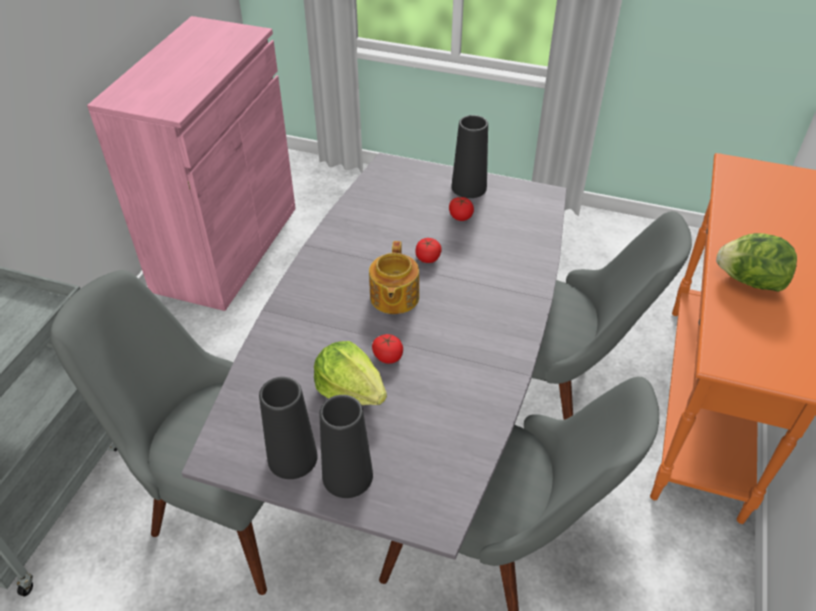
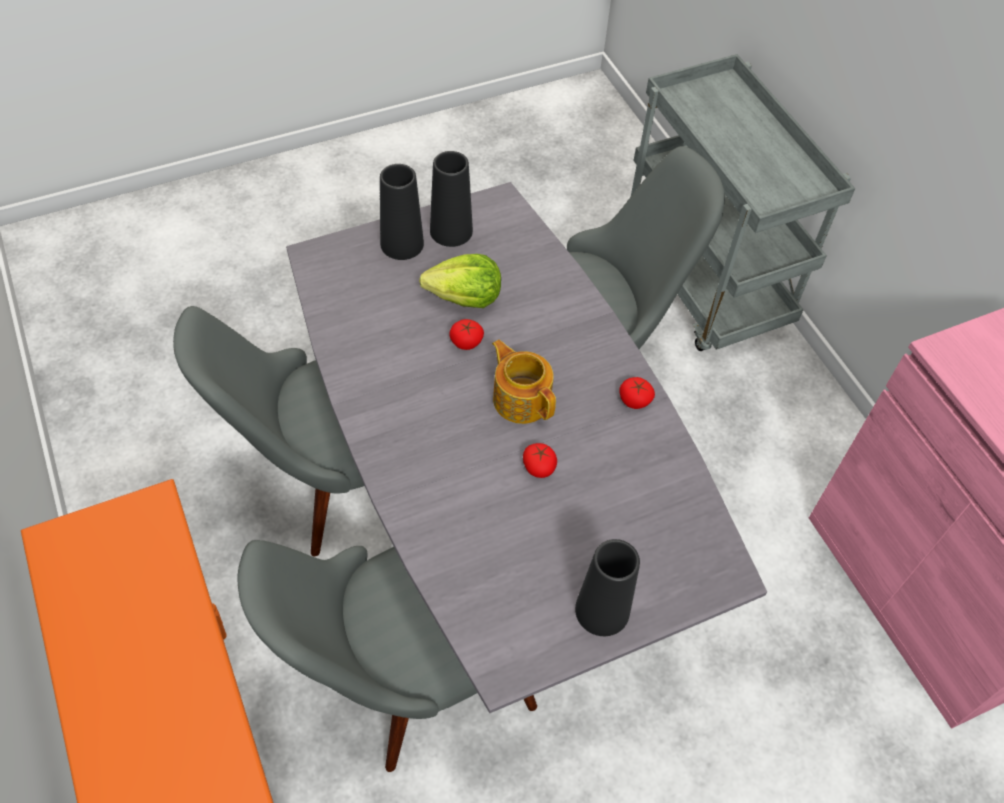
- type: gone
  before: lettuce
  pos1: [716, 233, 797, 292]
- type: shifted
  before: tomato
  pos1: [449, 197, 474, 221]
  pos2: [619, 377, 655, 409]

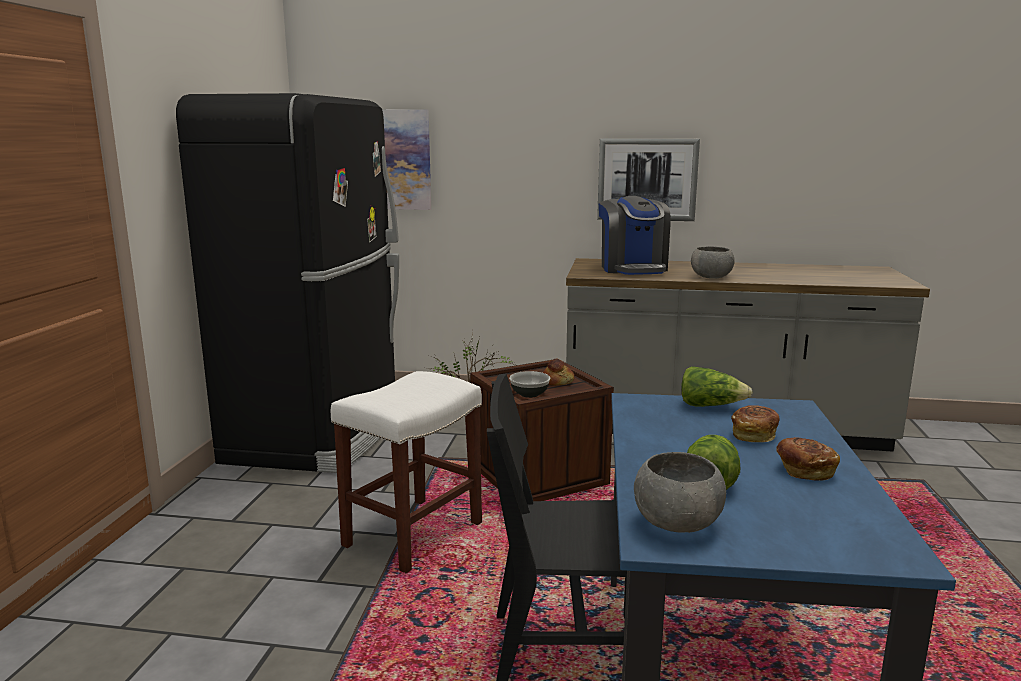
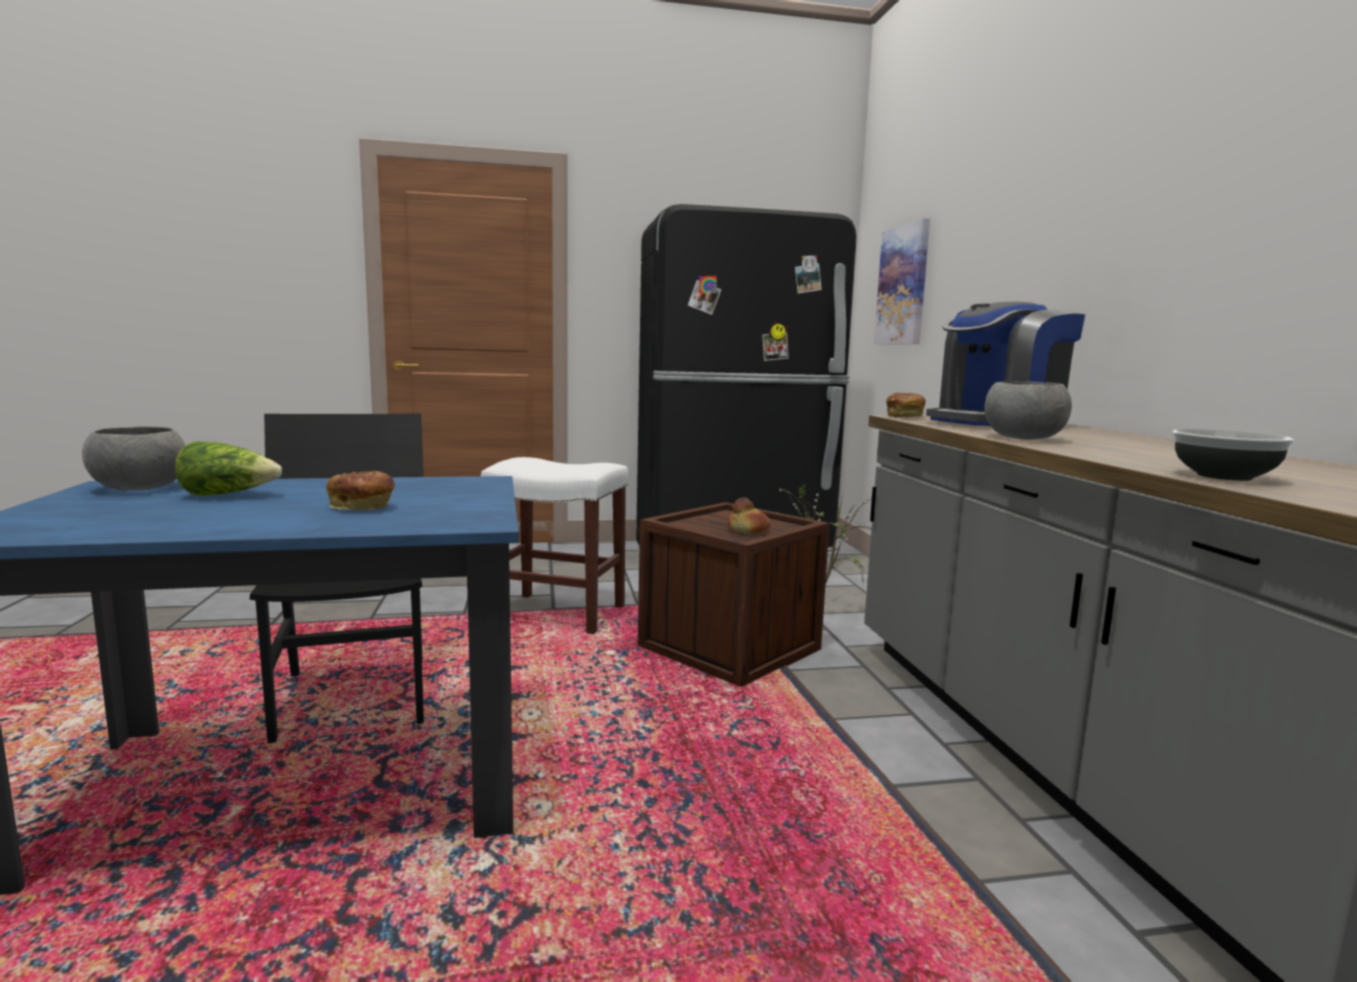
- type: gone
  before: picture
  pos1: [597, 139, 700, 221]
- type: gone
  before: lettuce
  pos1: [681, 366, 753, 407]
- type: shifted
  before: bowl
  pos1: [509, 371, 551, 398]
  pos2: [1173, 429, 1294, 481]
- type: shifted
  before: bread
  pos1: [776, 437, 840, 480]
  pos2: [886, 392, 926, 417]

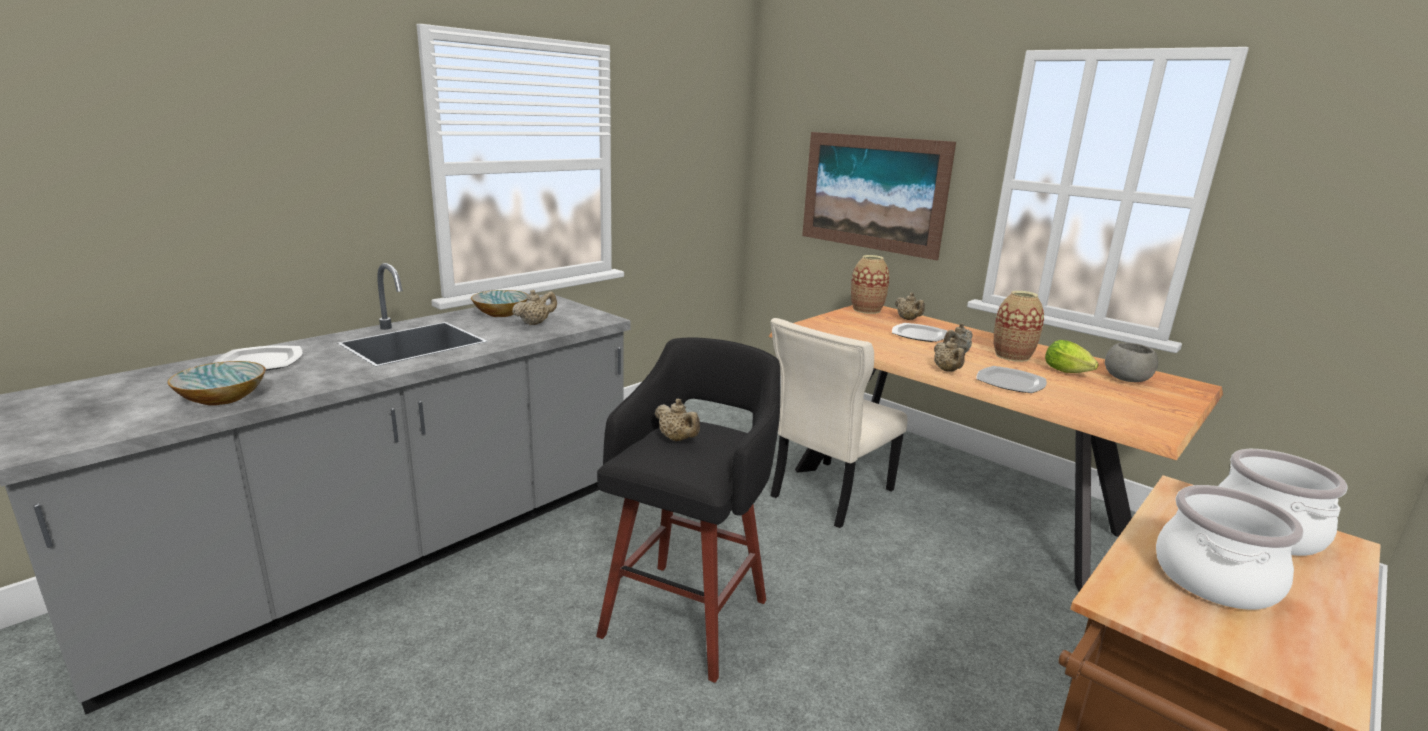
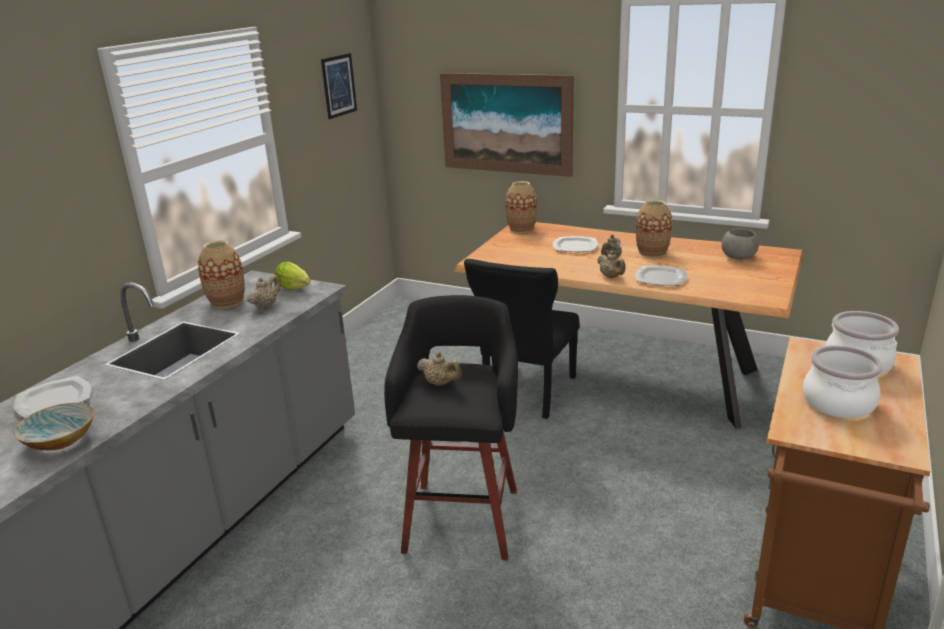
- type: gone
  before: beige teapot
  pos1: [895, 292, 925, 320]
- type: new
  after: picture
  pos2: [321, 53, 357, 119]
- type: shifted
  before: lettuce
  pos1: [1045, 340, 1099, 373]
  pos2: [274, 262, 311, 290]
- type: swapped
  before: bowl
  after: vase
  pos1: [471, 290, 528, 317]
  pos2: [198, 240, 245, 308]
- type: repainted
  before: beige chair
  after: black chair
  pos1: [770, 318, 907, 528]
  pos2: [464, 259, 580, 419]

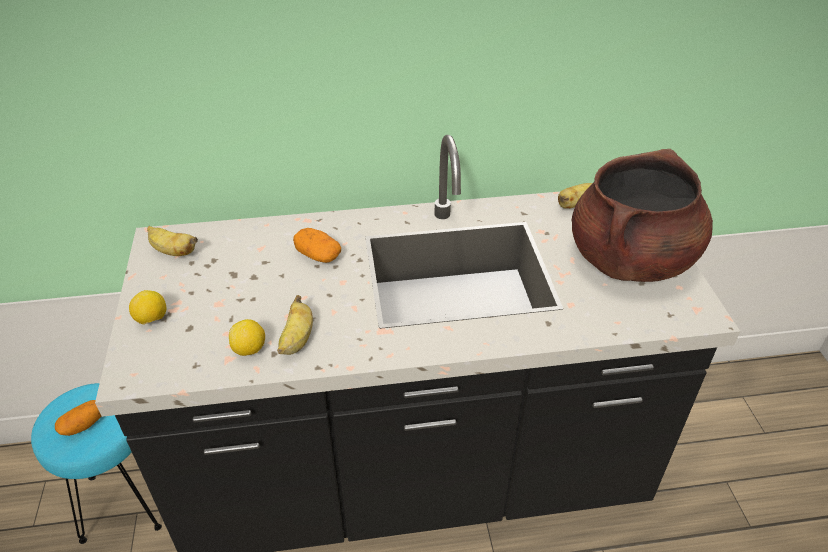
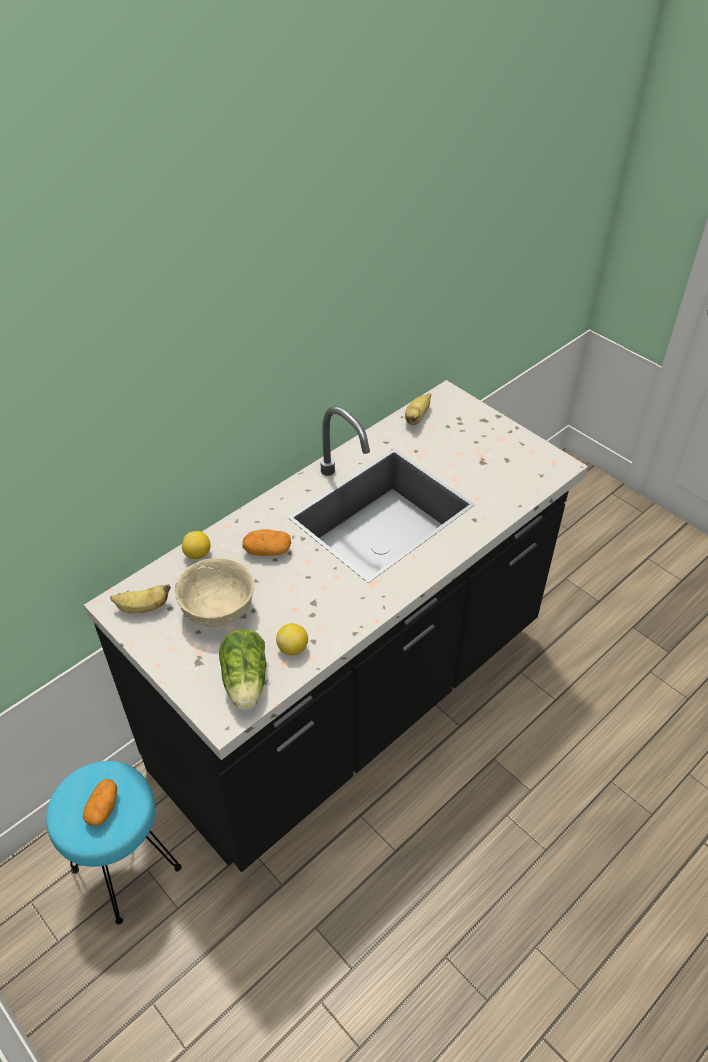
- type: gone
  before: banana
  pos1: [277, 295, 313, 355]
- type: gone
  before: brown cooking pot
  pos1: [571, 149, 713, 282]
- type: new
  after: beige bowl
  pos2: [175, 558, 254, 627]
- type: new
  after: lettuce
  pos2: [219, 629, 266, 710]
- type: shifted
  before: lemon
  pos1: [129, 290, 166, 325]
  pos2: [182, 531, 211, 559]

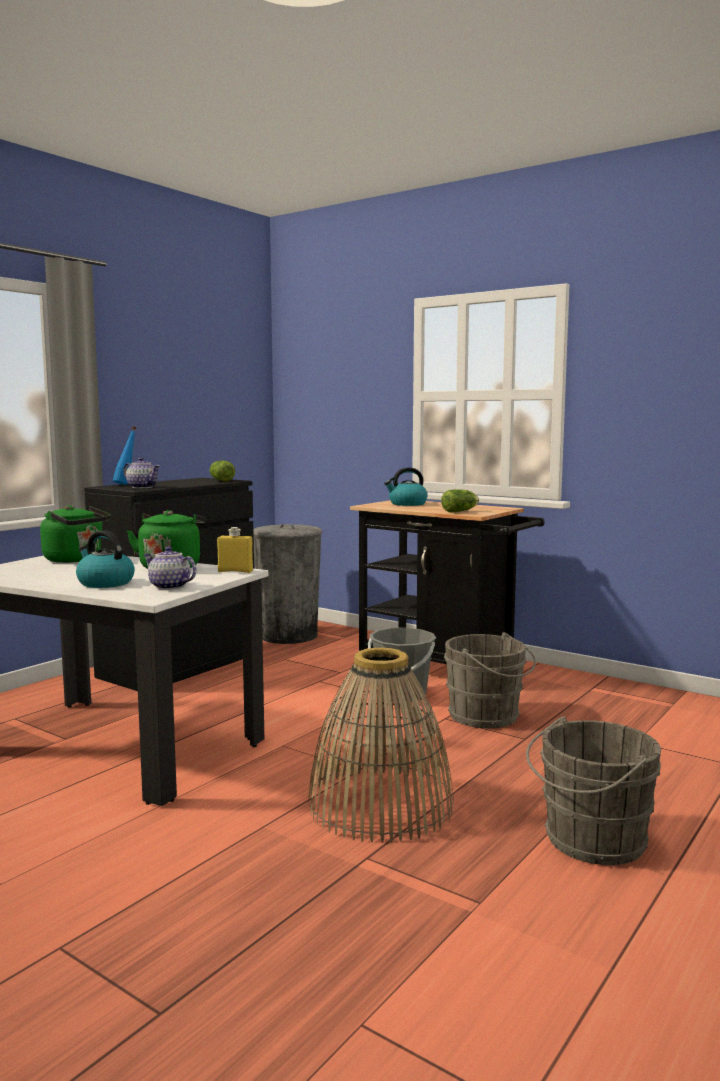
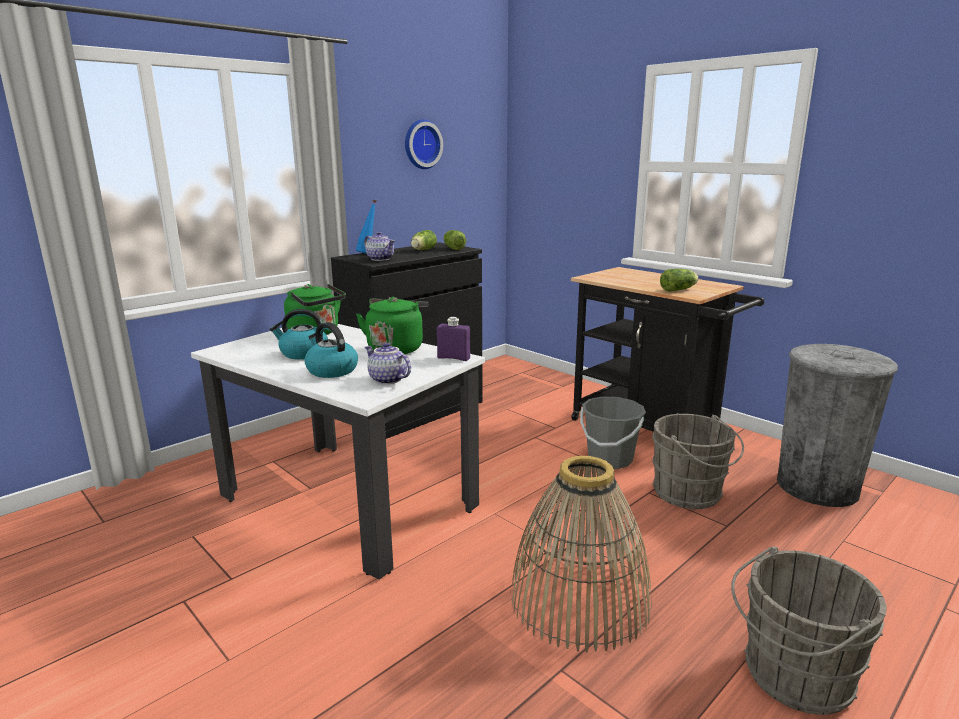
- type: new
  after: wall clock
  pos2: [405, 119, 443, 169]
- type: new
  after: lettuce
  pos2: [411, 230, 437, 250]
- type: shifted
  before: grey trash can
  pos1: [253, 524, 323, 644]
  pos2: [777, 344, 898, 507]
- type: shifted
  before: kettle
  pos1: [384, 467, 428, 506]
  pos2: [270, 309, 328, 360]
- type: repainted
  before: yellow bottle
  after: purple bottle
  pos1: [217, 527, 253, 573]
  pos2: [437, 317, 470, 361]

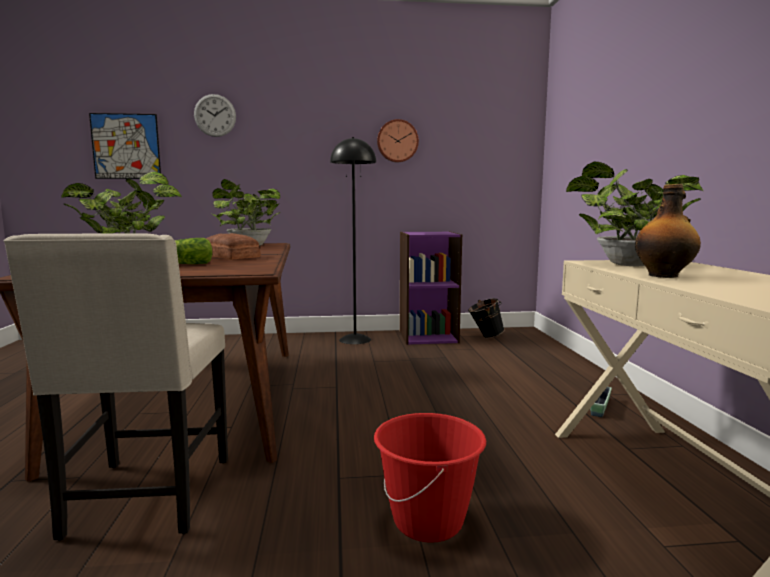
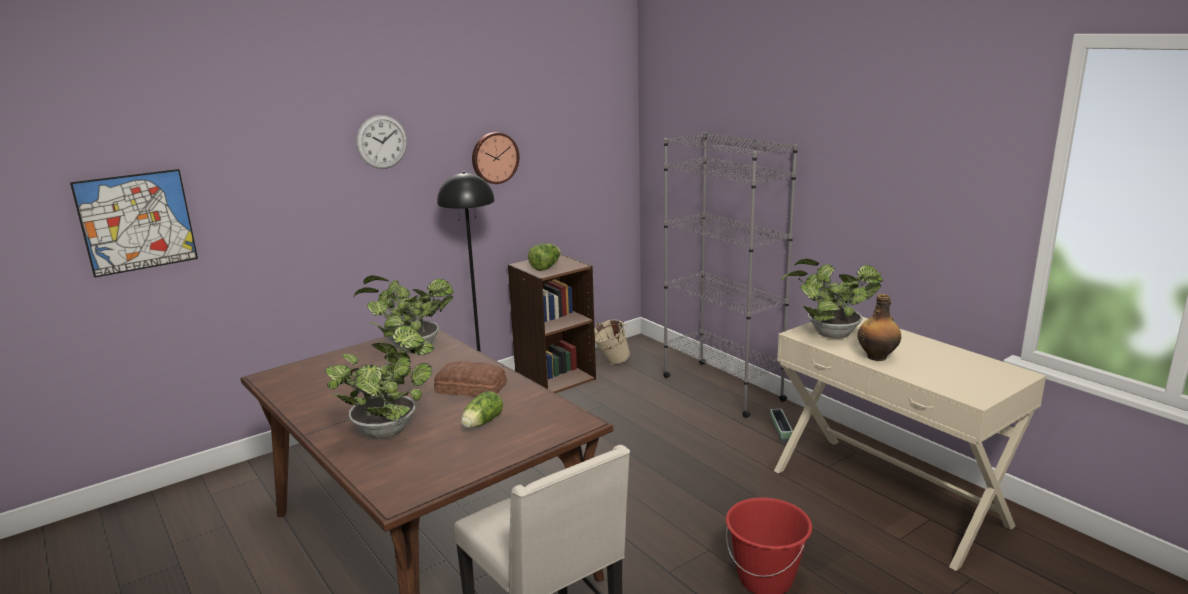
- type: new
  after: lettuce
  pos2: [528, 243, 561, 271]
- type: new
  after: grey bookcase
  pos2: [663, 132, 798, 418]
- type: shifted
  before: wall clock
  pos1: [194, 94, 236, 137]
  pos2: [356, 115, 407, 169]
- type: repainted
  before: purple bookcase
  after: brown bookcase
  pos1: [400, 231, 462, 345]
  pos2: [508, 254, 596, 393]
- type: repainted
  before: black bucket
  after: beige bucket
  pos1: [468, 298, 505, 338]
  pos2: [595, 319, 631, 365]

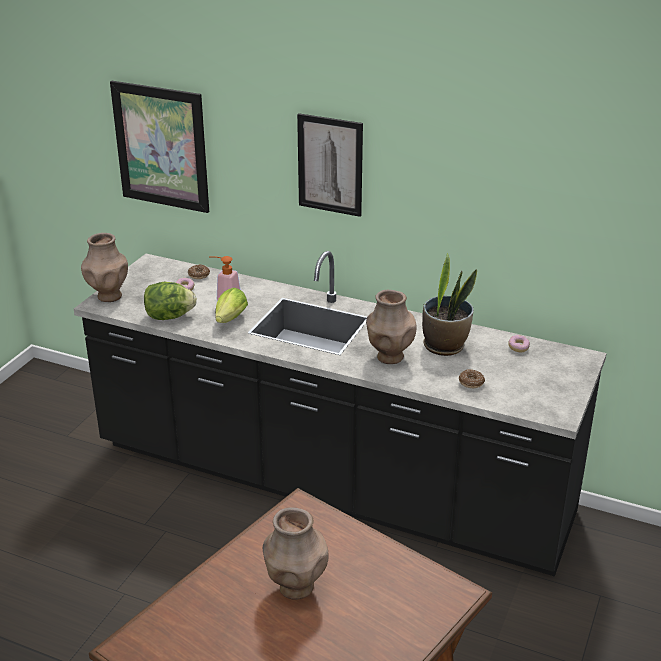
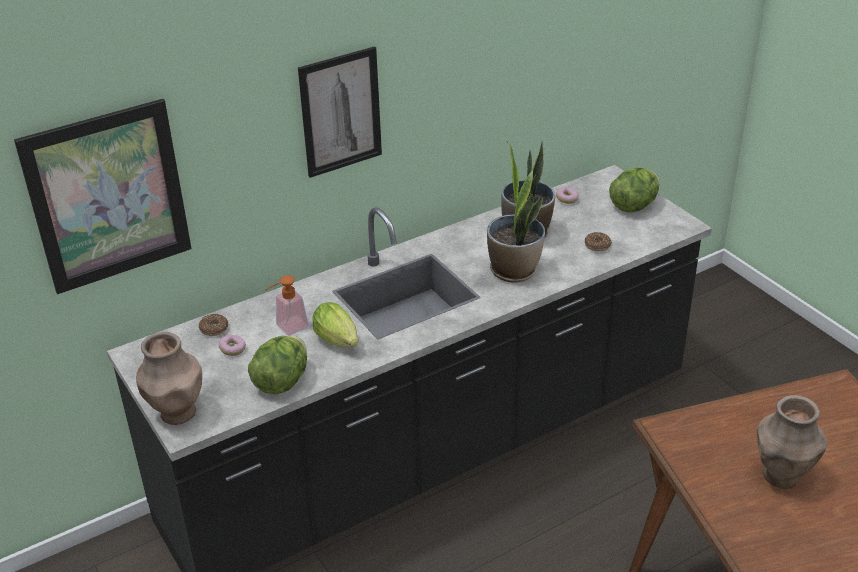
- type: new
  after: lettuce
  pos2: [609, 167, 660, 213]
- type: swapped
  before: brown vase
  after: potted plant
  pos1: [366, 290, 416, 364]
  pos2: [487, 171, 545, 283]

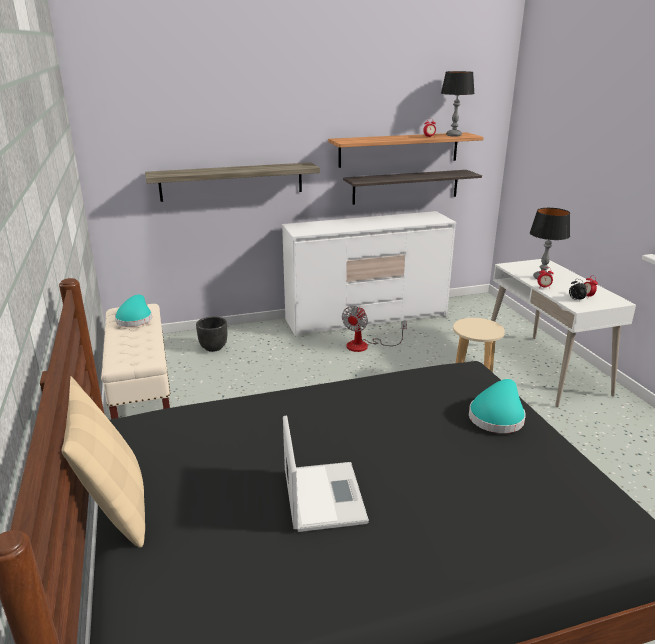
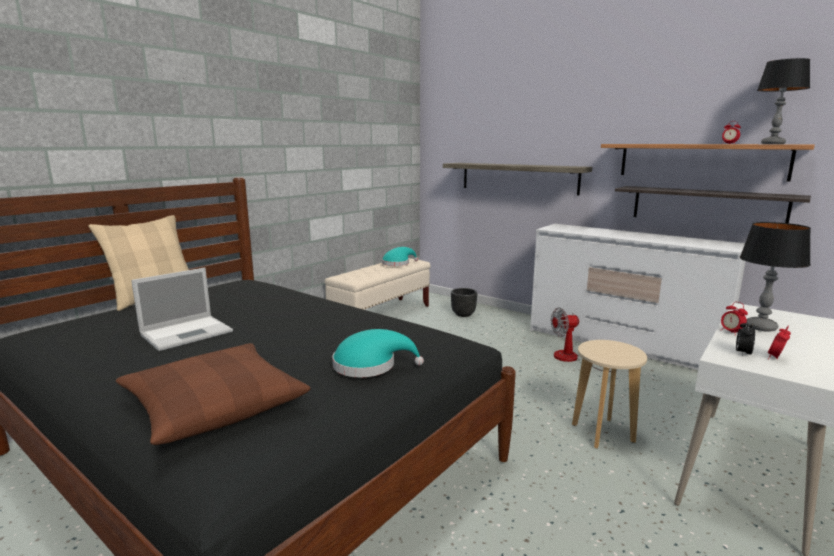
- type: new
  after: brown pillow
  pos2: [116, 343, 311, 445]

